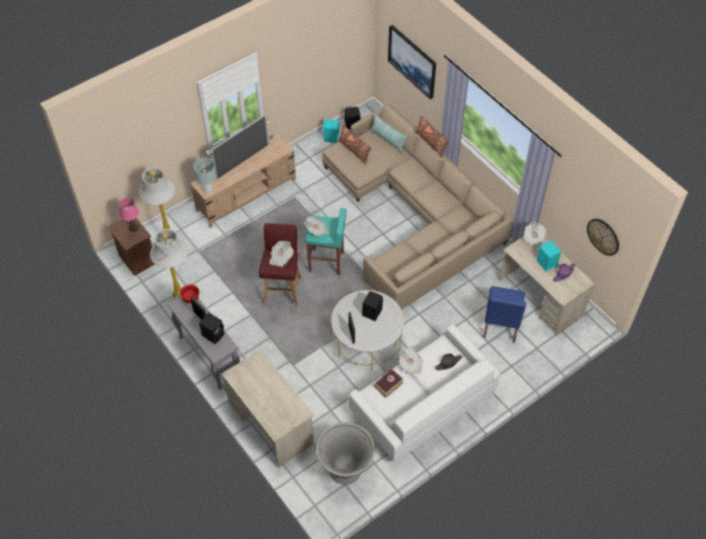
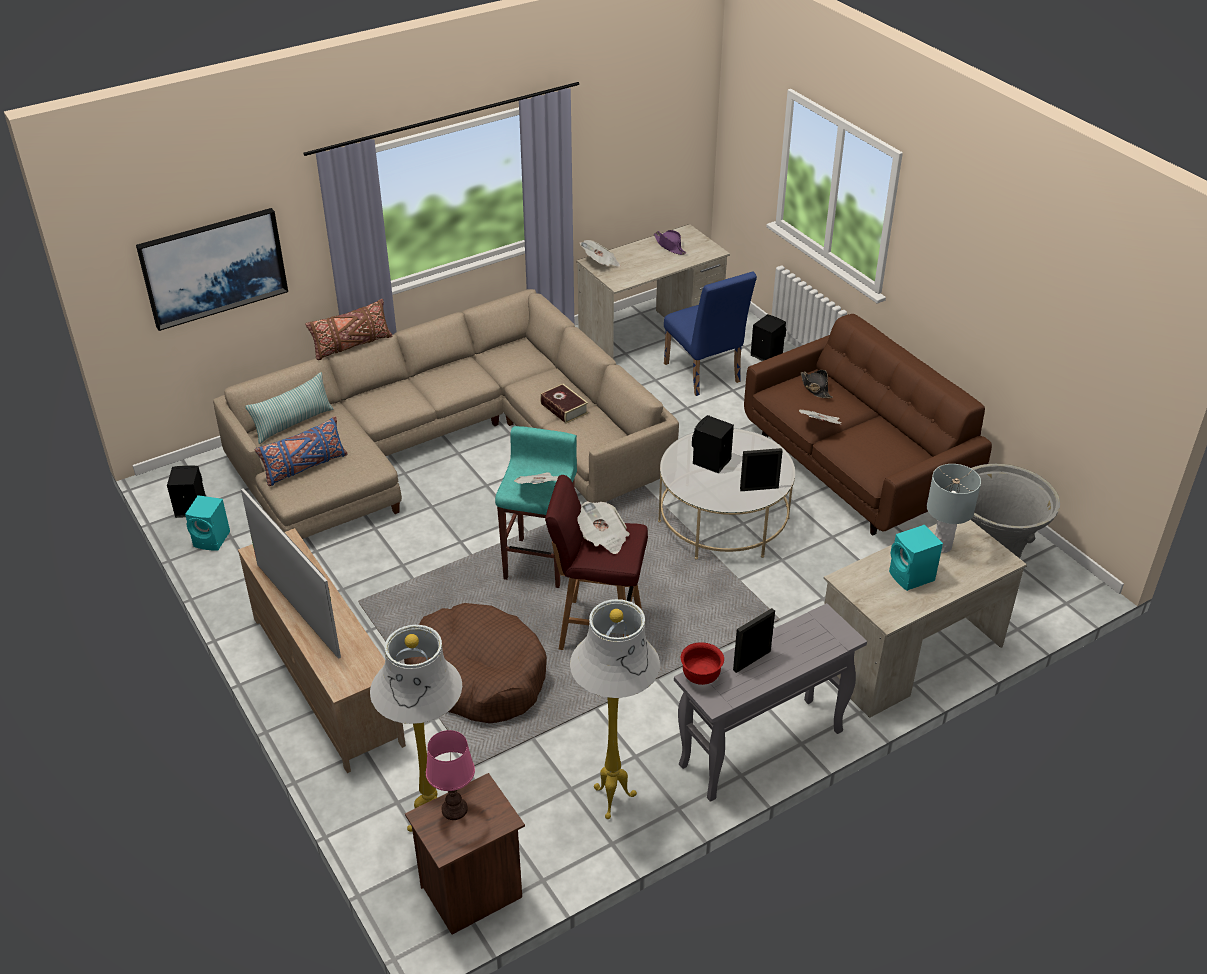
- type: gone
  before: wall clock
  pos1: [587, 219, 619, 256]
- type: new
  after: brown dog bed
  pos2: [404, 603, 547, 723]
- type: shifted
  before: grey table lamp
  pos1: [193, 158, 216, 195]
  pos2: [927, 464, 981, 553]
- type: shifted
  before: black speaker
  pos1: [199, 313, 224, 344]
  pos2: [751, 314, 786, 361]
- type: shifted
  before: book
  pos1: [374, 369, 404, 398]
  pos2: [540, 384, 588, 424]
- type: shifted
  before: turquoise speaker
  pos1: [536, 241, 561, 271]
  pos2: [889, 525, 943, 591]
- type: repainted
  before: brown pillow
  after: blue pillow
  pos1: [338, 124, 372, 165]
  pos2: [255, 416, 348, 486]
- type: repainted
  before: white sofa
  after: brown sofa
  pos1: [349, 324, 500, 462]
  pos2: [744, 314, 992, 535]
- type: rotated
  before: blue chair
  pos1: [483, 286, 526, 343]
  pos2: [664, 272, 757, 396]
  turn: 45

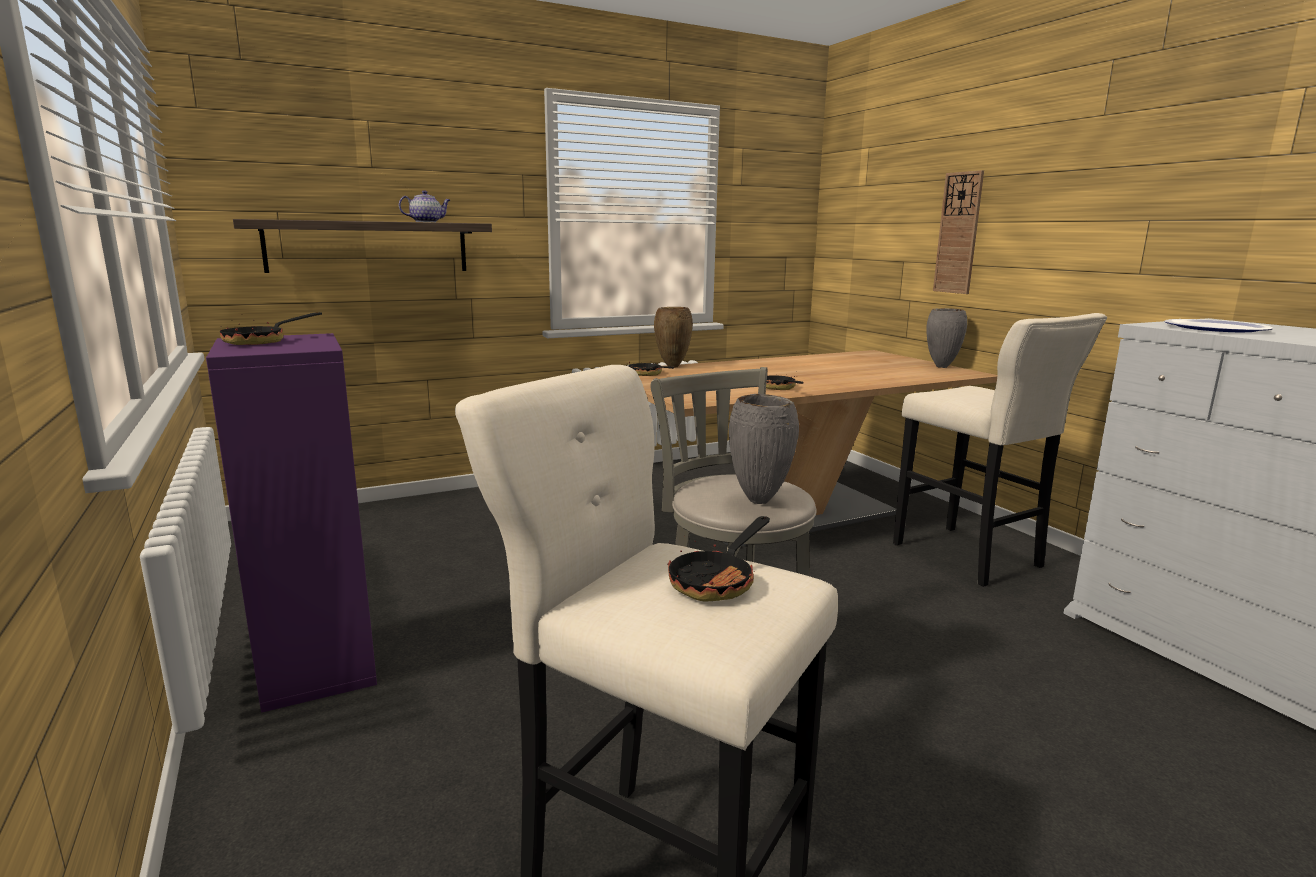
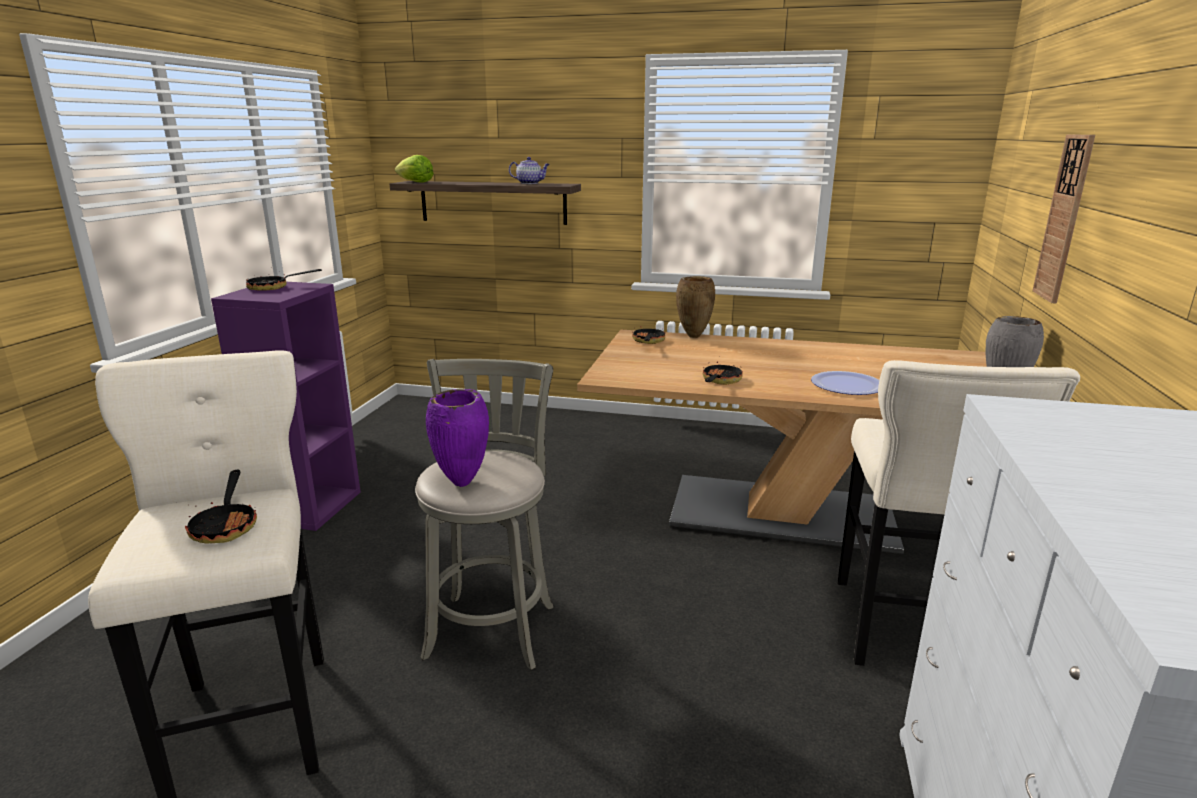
- type: new
  after: lettuce
  pos2: [395, 155, 434, 183]
- type: shifted
  before: plate
  pos1: [1164, 319, 1273, 332]
  pos2: [811, 371, 879, 395]
- type: repainted
  before: grey vase
  after: purple vase
  pos1: [729, 394, 799, 504]
  pos2: [426, 389, 489, 487]
- type: rotated
  before: frying pan
  pos1: [667, 516, 770, 602]
  pos2: [185, 470, 257, 543]
  turn: -90

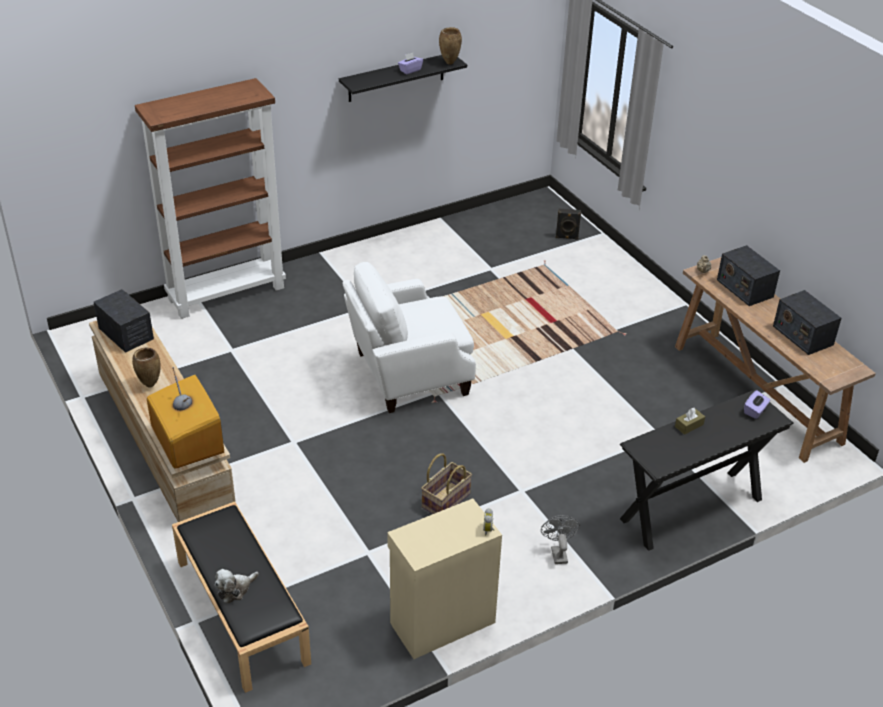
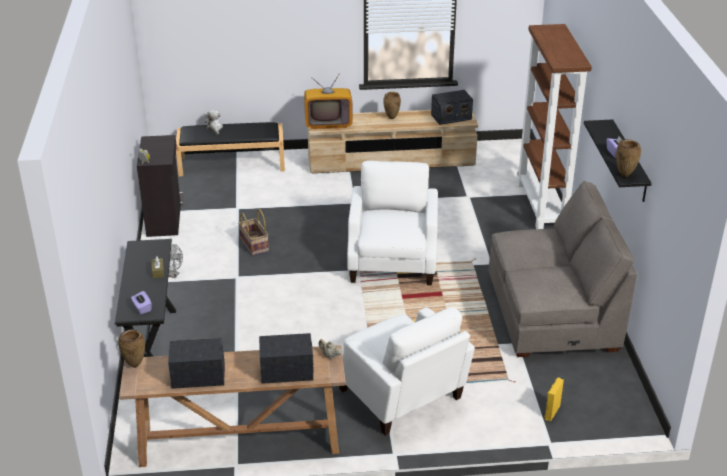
- type: new
  after: brown vase
  pos2: [118, 329, 145, 368]
- type: new
  after: white armchair
  pos2: [339, 307, 475, 435]
- type: new
  after: grey sofa
  pos2: [488, 181, 637, 357]
- type: repainted
  before: beige cabinet
  after: black cabinet
  pos1: [387, 498, 502, 659]
  pos2: [137, 135, 184, 237]
- type: repainted
  before: black speaker
  after: yellow speaker
  pos1: [556, 209, 581, 240]
  pos2: [544, 377, 564, 421]

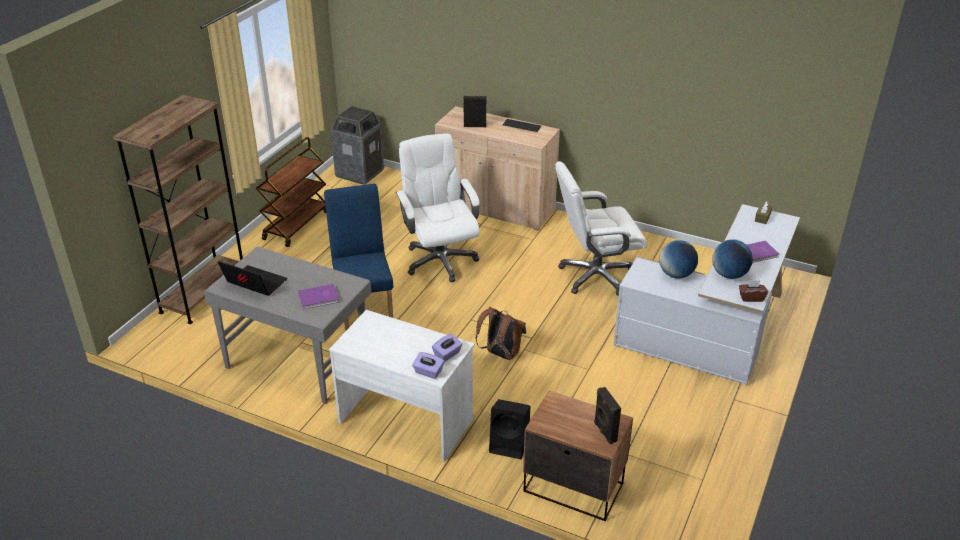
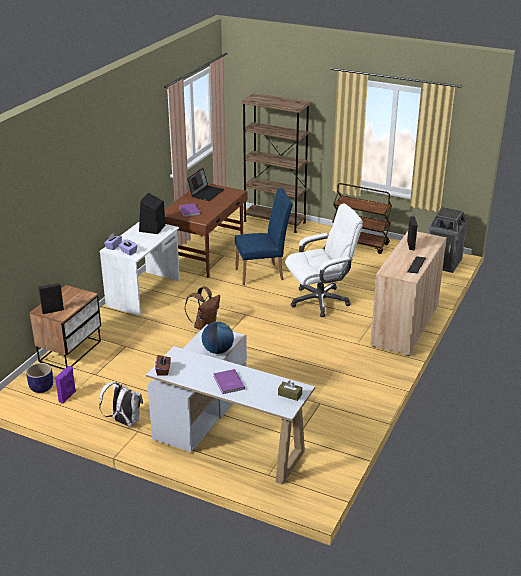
- type: gone
  before: white office chair
  pos1: [555, 161, 648, 296]
- type: gone
  before: globe
  pos1: [712, 239, 753, 279]
- type: new
  after: planter
  pos2: [26, 363, 53, 393]
- type: new
  after: purple speaker
  pos2: [55, 366, 76, 404]
- type: new
  after: white backpack
  pos2: [99, 381, 143, 427]
- type: shifted
  before: black speaker
  pos1: [489, 399, 530, 459]
  pos2: [139, 193, 165, 234]
- type: repainted
  before: grey desk
  after: brown desk
  pos1: [204, 247, 371, 404]
  pos2: [164, 183, 247, 278]

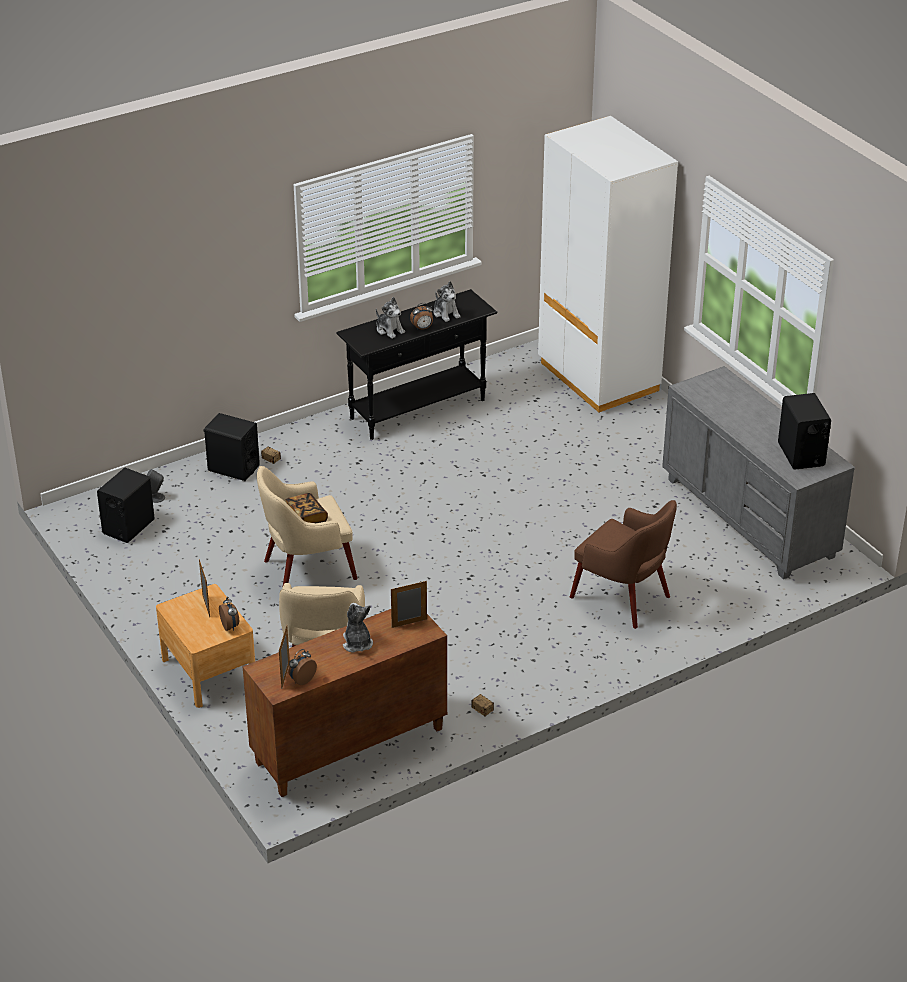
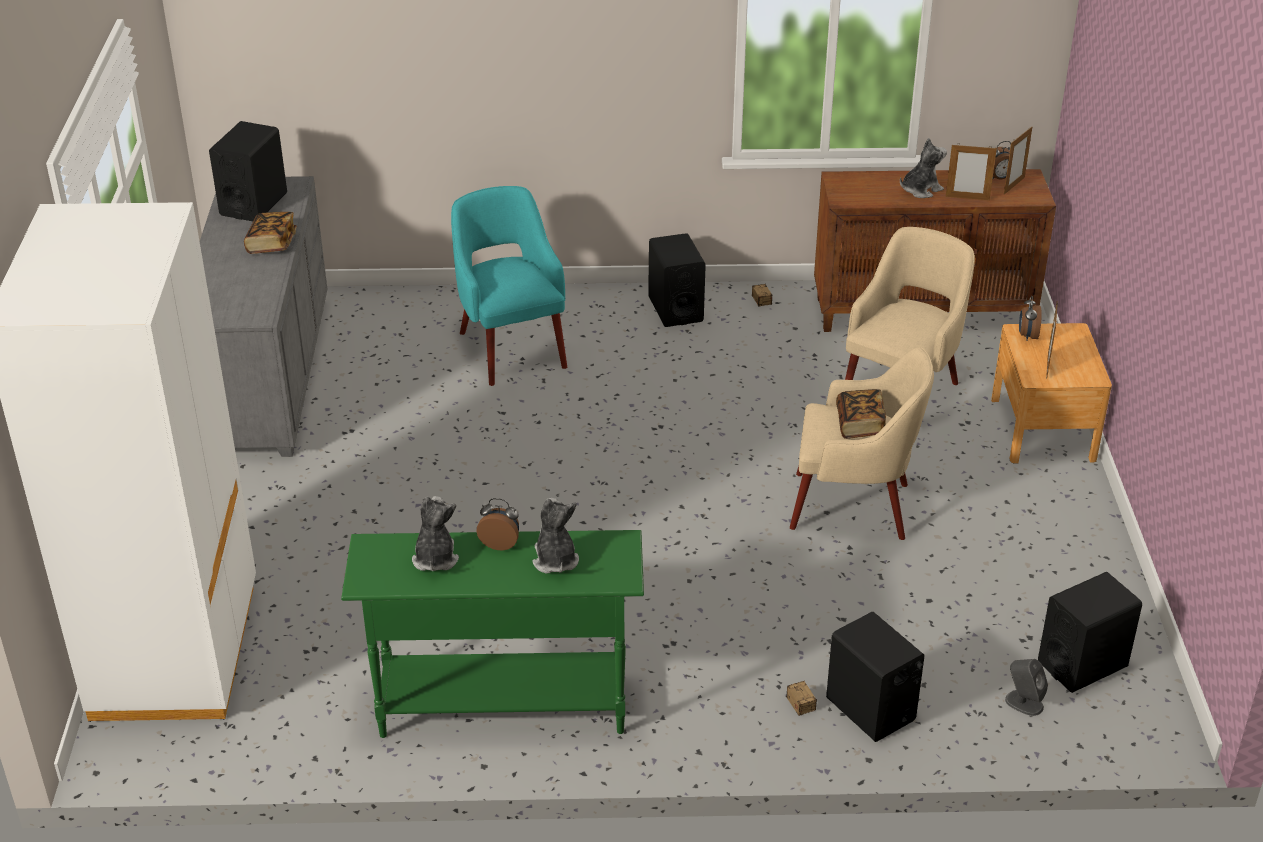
- type: new
  after: book
  pos2: [244, 212, 297, 254]
- type: new
  after: black speaker
  pos2: [648, 233, 706, 327]
- type: shifted
  before: picture frame
  pos1: [391, 581, 427, 628]
  pos2: [946, 143, 997, 200]
- type: repainted
  before: black console table
  after: green console table
  pos1: [336, 289, 497, 440]
  pos2: [341, 530, 644, 738]
- type: repainted
  before: brown armchair
  after: turquoise armchair
  pos1: [570, 500, 677, 629]
  pos2: [451, 186, 567, 386]
- type: rotated
  before: plush toy
  pos1: [343, 603, 373, 653]
  pos2: [900, 138, 947, 198]
  turn: -135

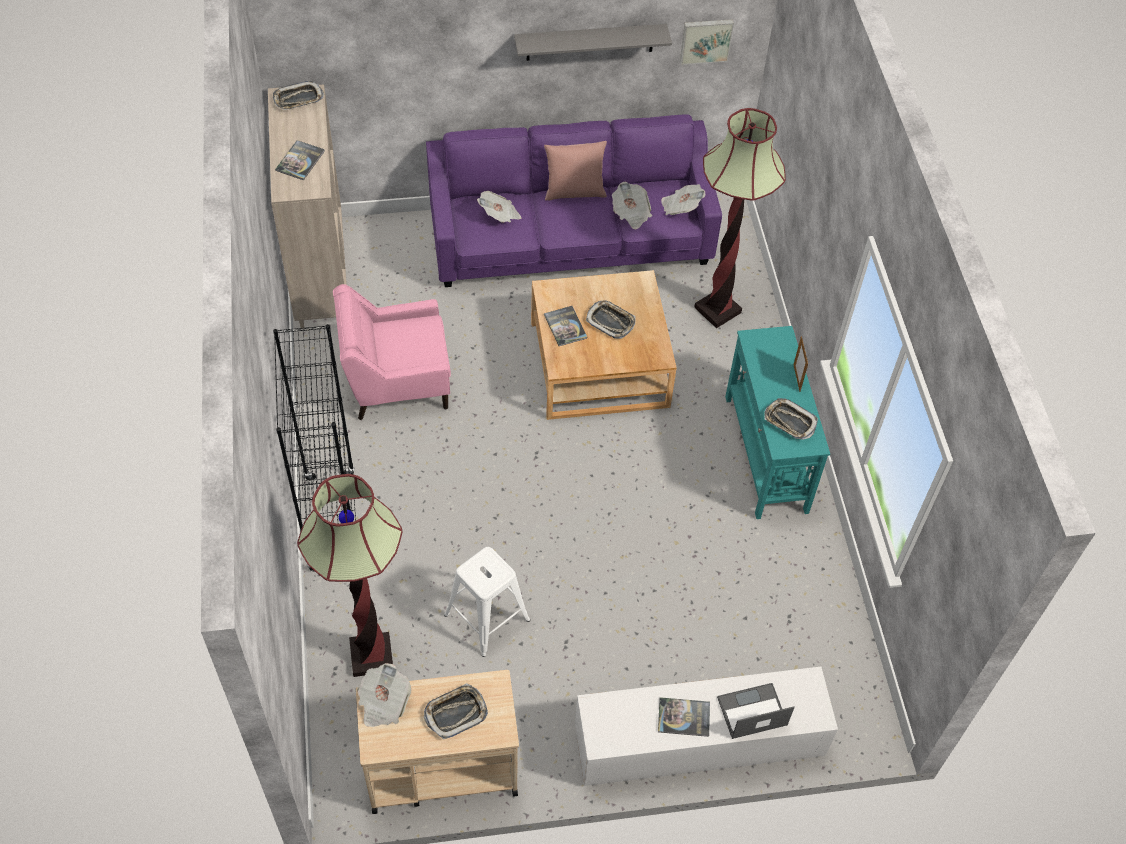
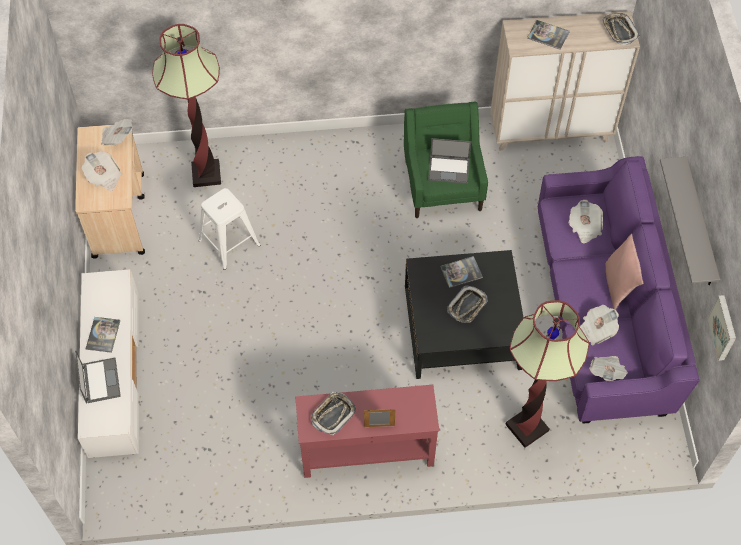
- type: gone
  before: black bookcase
  pos1: [273, 324, 356, 571]
- type: new
  after: laptop
  pos2: [428, 138, 471, 184]
- type: swapped
  before: tray
  after: newspaper
  pos1: [424, 683, 488, 740]
  pos2: [82, 151, 122, 191]
- type: repainted
  before: pink armchair
  after: green armchair
  pos1: [333, 284, 451, 420]
  pos2: [404, 102, 488, 218]
- type: repainted
  before: beige coffee table
  after: black coffee table
  pos1: [531, 270, 677, 420]
  pos2: [405, 250, 524, 379]
- type: repainted
  before: turquoise console table
  after: red console table
  pos1: [725, 326, 830, 519]
  pos2: [295, 385, 439, 478]

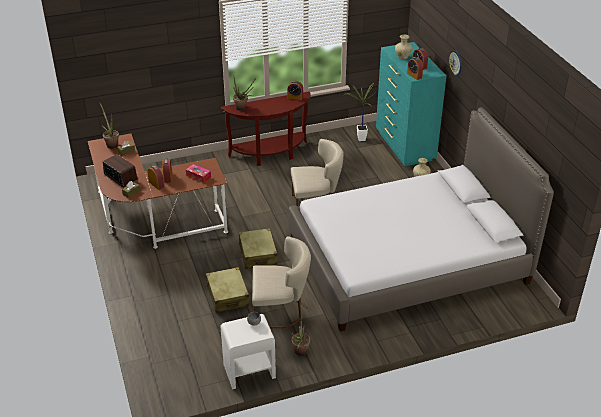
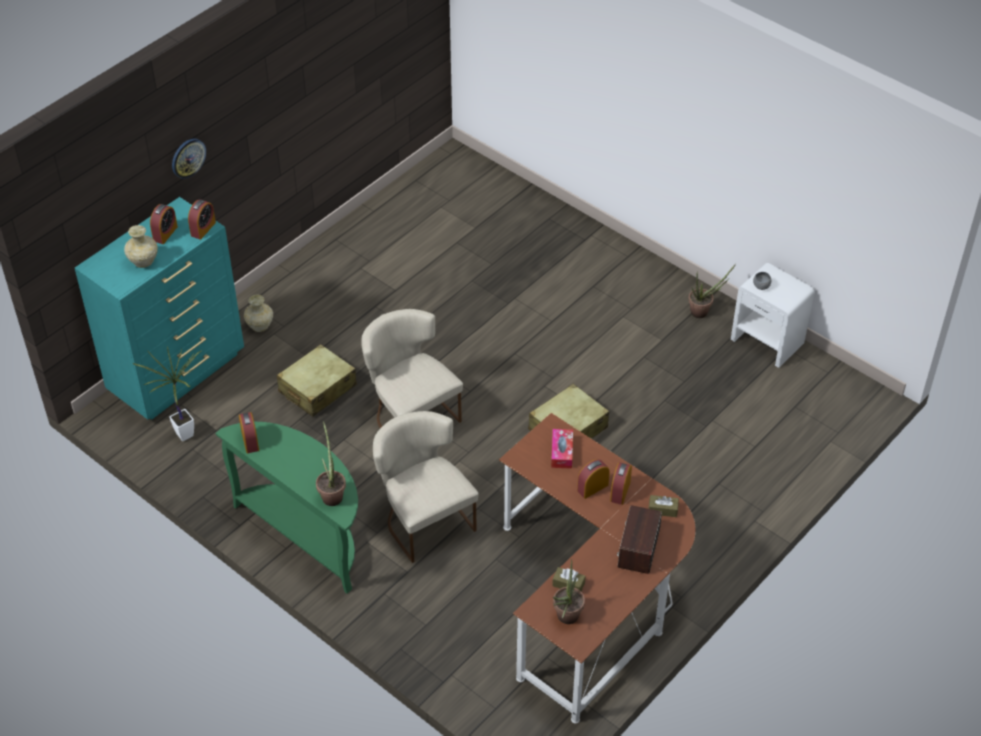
- type: gone
  before: bed
  pos1: [288, 107, 554, 332]
- type: shifted
  before: beige suitcase
  pos1: [206, 267, 249, 313]
  pos2: [277, 344, 357, 416]
- type: shifted
  before: beige chair
  pos1: [252, 236, 311, 328]
  pos2: [373, 411, 478, 563]
- type: repainted
  before: brown console table
  after: green console table
  pos1: [221, 91, 311, 166]
  pos2: [216, 422, 358, 594]

